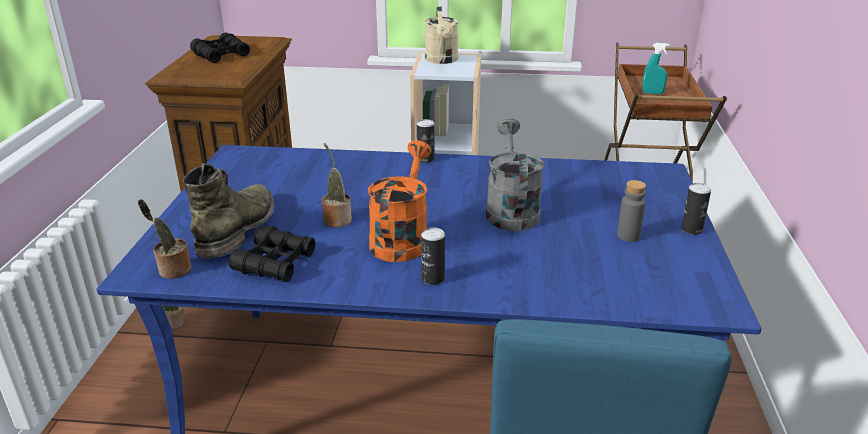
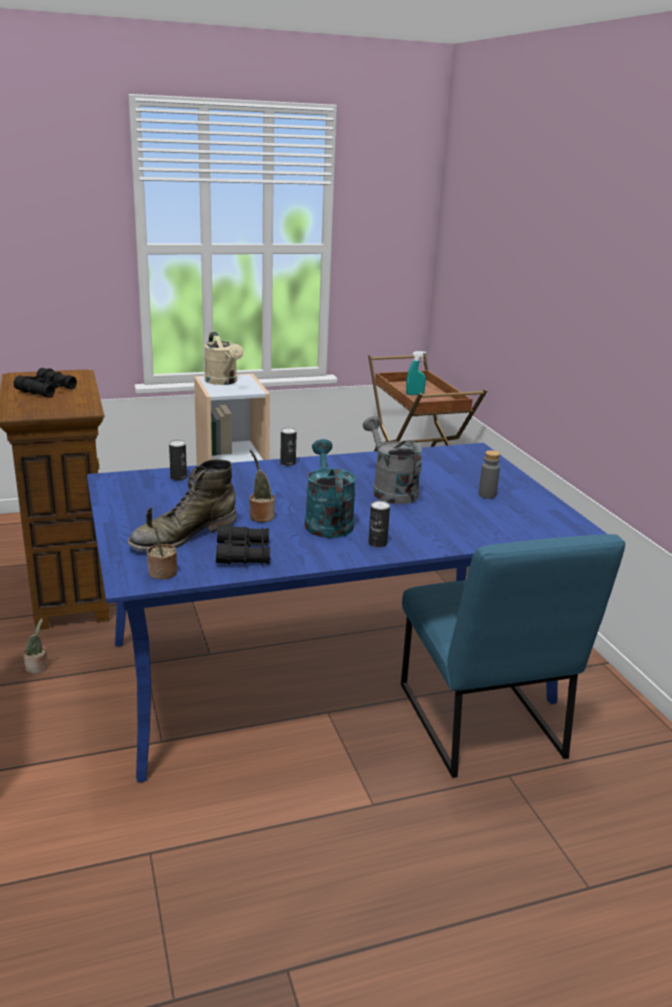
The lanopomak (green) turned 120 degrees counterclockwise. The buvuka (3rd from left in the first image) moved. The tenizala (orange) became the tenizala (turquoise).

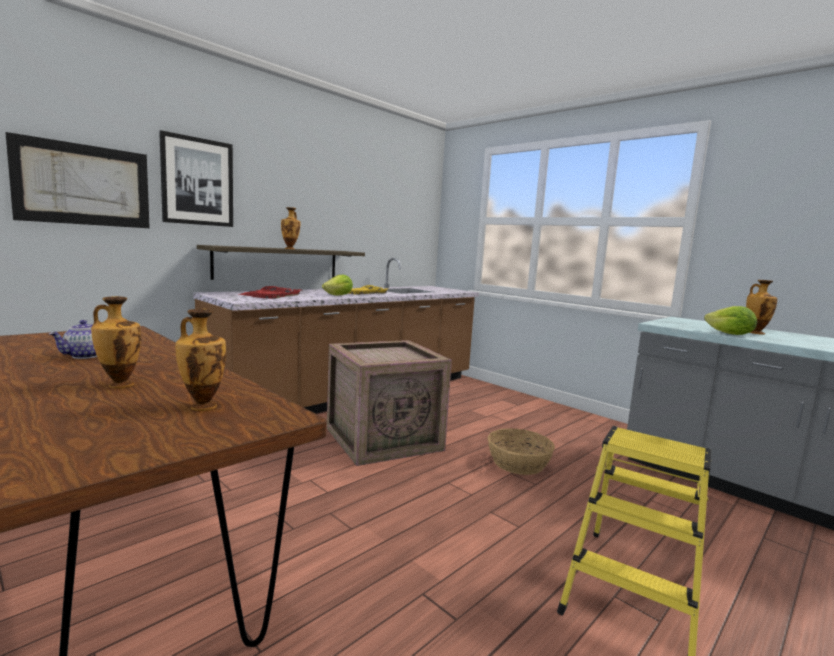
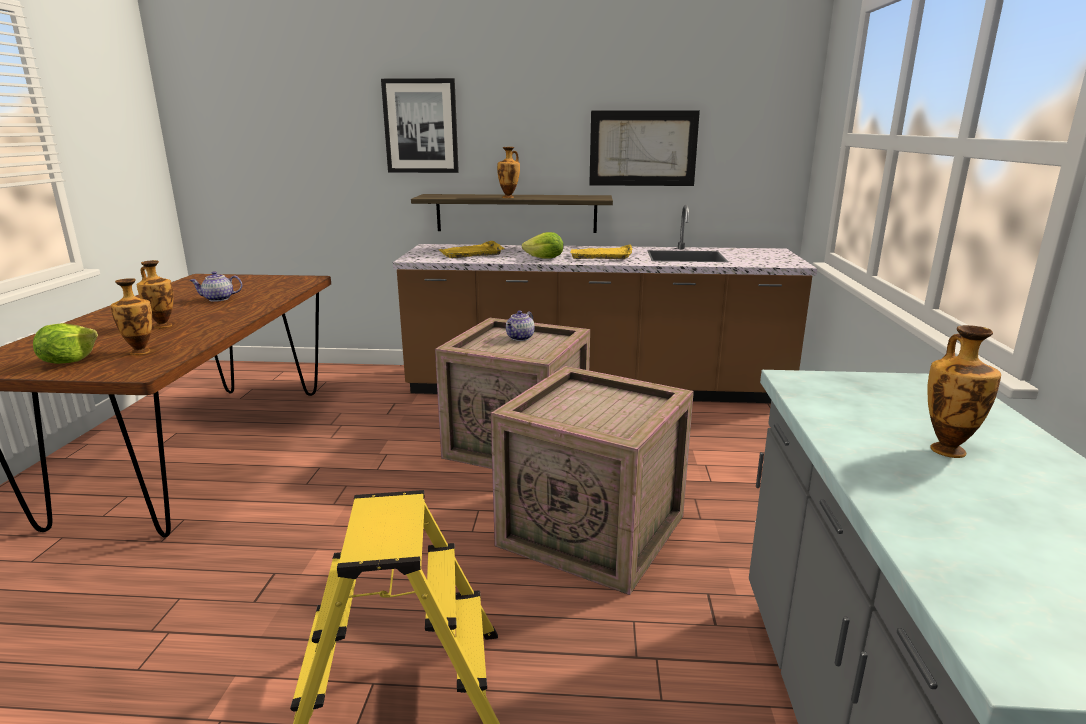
The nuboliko (2nd from left in the first image) moved. The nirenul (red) became the nirenul (yellow) (1st from left). The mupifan was replaced by the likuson (2nd from left). The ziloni (2nd from left) appeared. The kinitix (1st from left in the first image) moved.

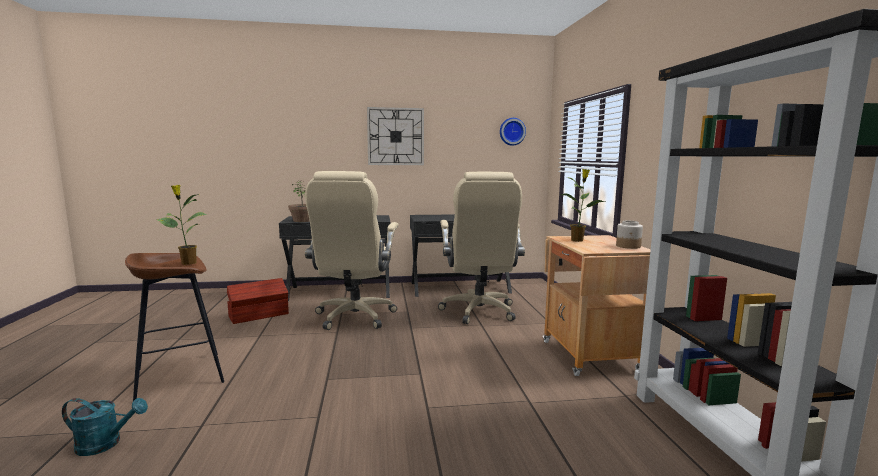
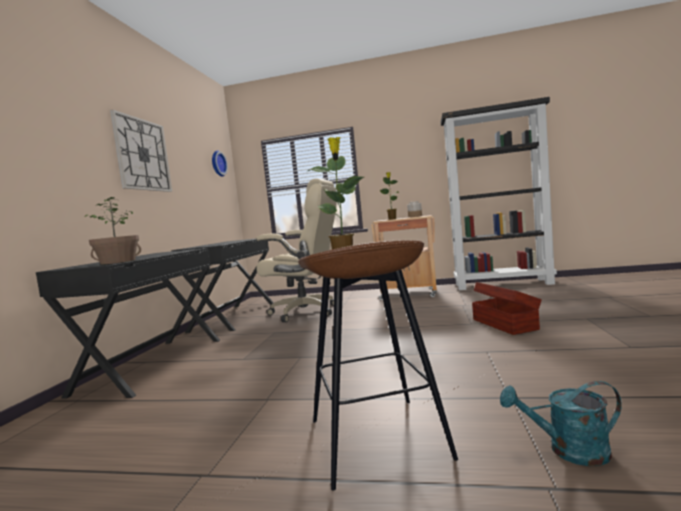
The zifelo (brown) moved. The tenizala (turquoise) turned 105 degrees counterclockwise. The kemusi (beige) (1st from left) disappeared.

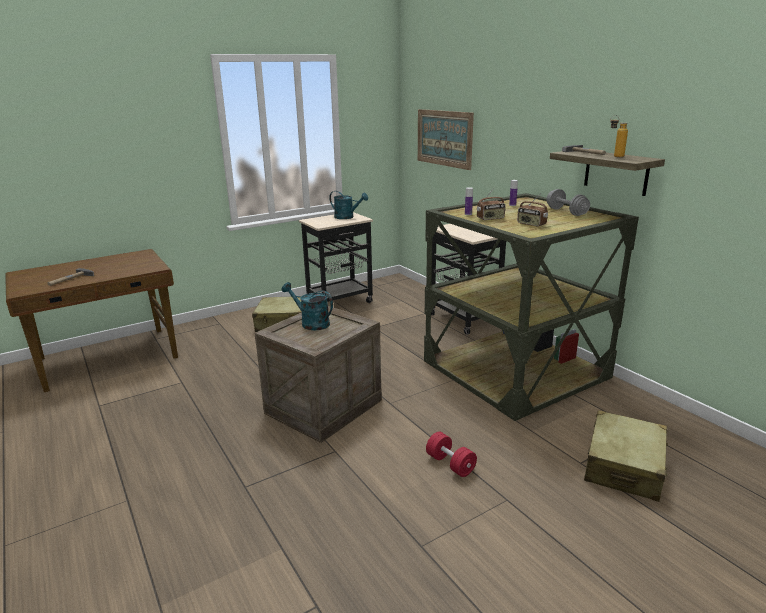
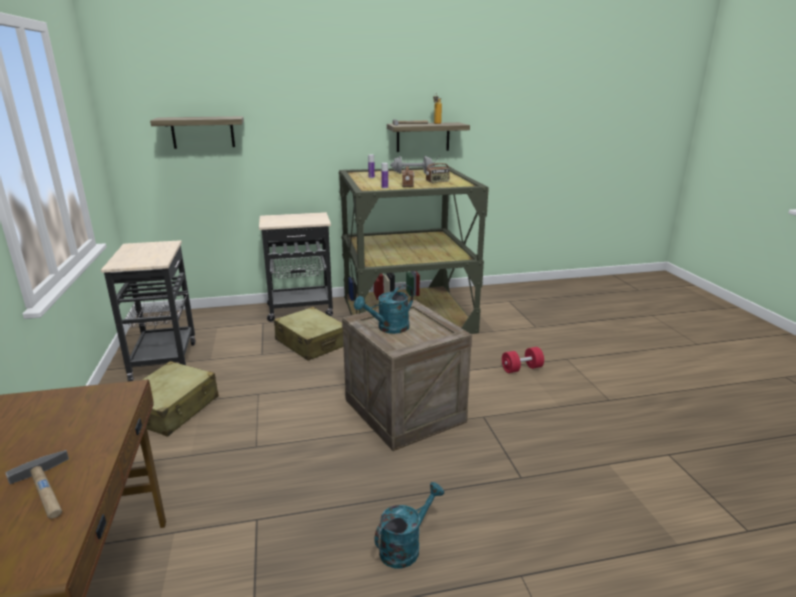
The kinitix was replaced by the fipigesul (1st from left). The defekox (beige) (2nd from left) moved. The tenizala (turquoise) (2nd from left) moved.

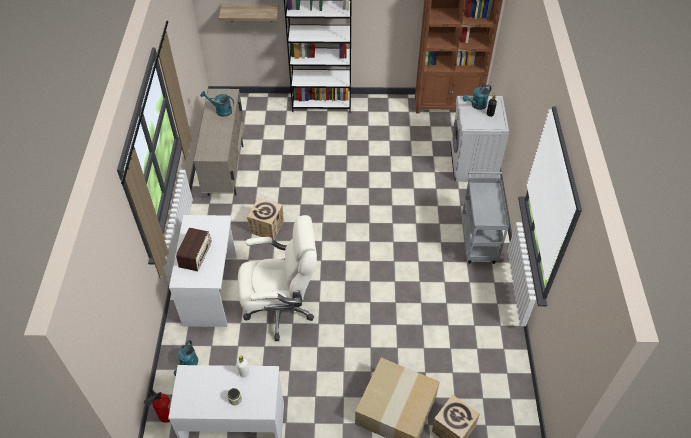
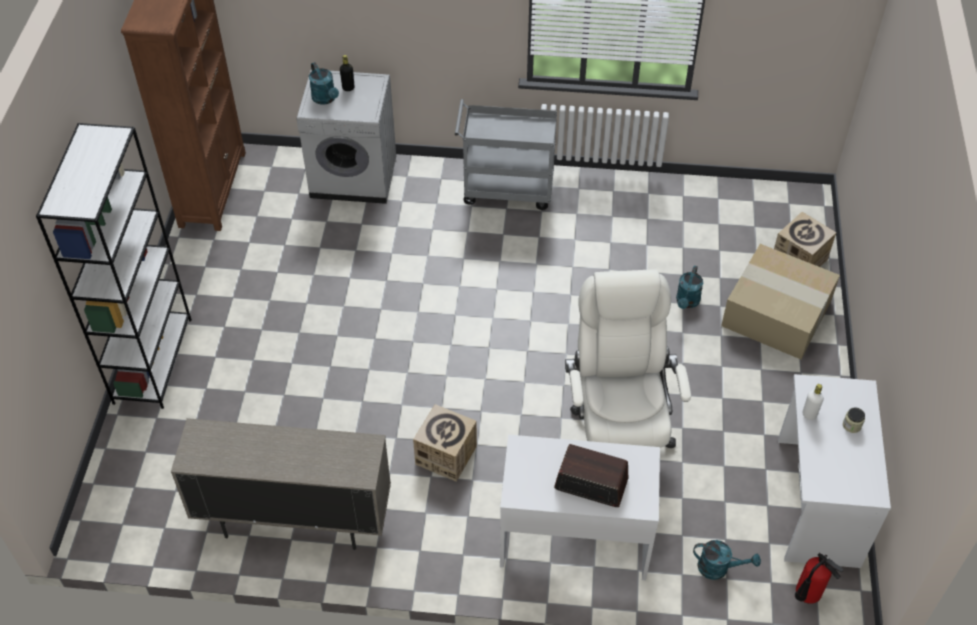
The tenizala (turquoise) (2nd from left) moved. The fipigesul disappeared.

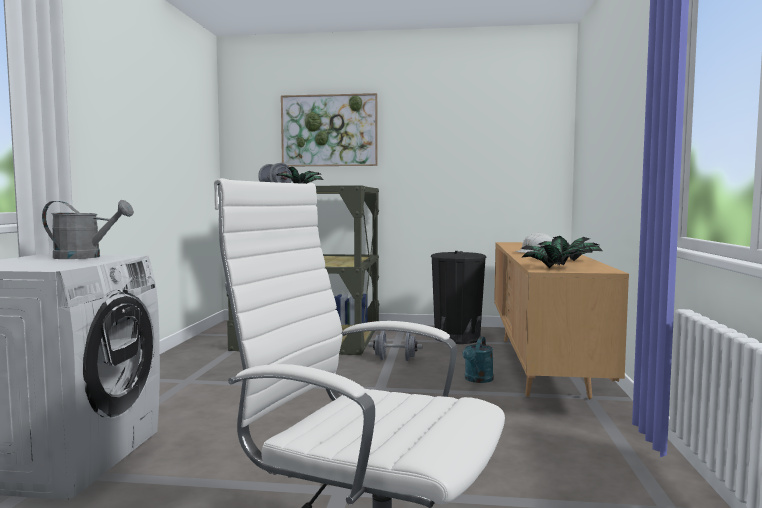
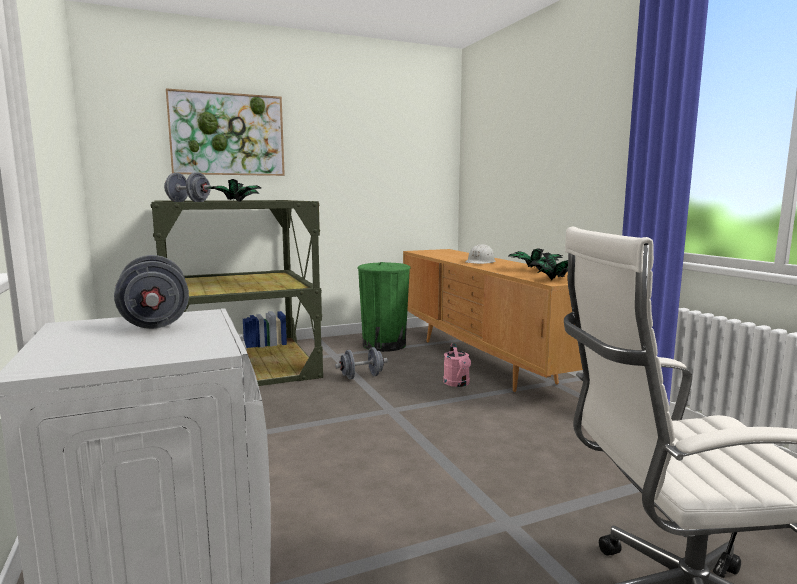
The tenizala (grey) was replaced by the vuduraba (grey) (1st from left). The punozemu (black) became the punozemu (green). The tenizala (turquoise) became the tenizala (pink).

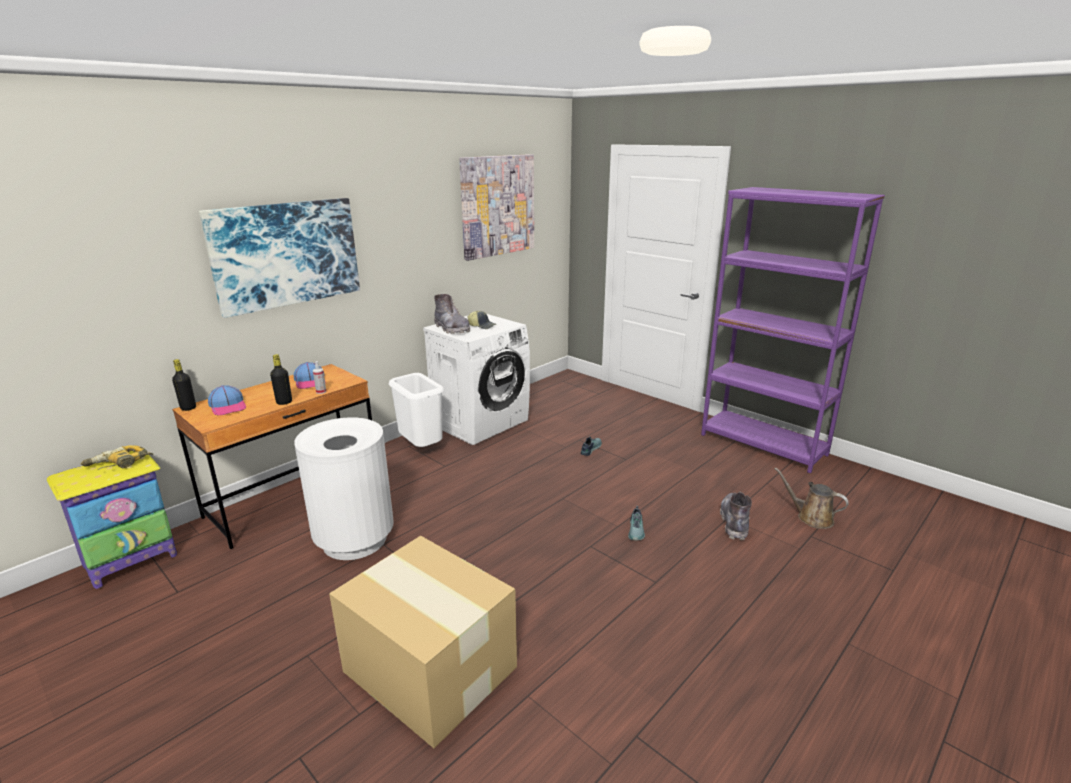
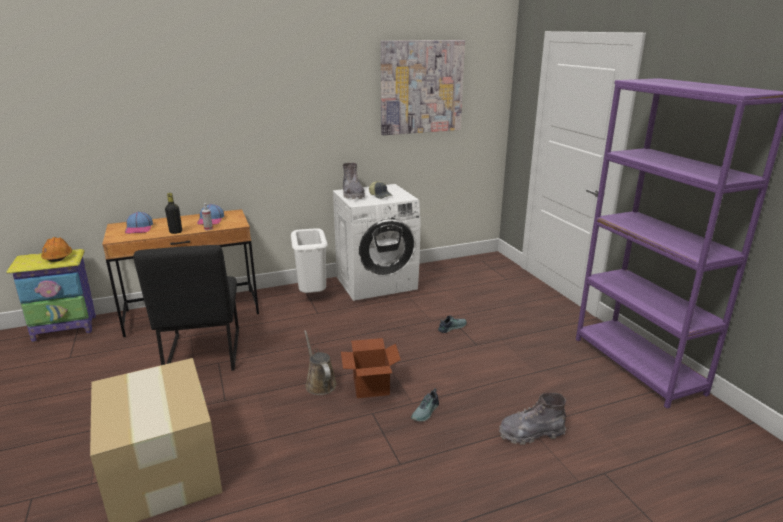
The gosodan was replaced by the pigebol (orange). The punozemu (white) (1st from left) was replaced by the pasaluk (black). The tenizala (brown) moved. The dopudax (2nd from left) appeared. The lanopomak (grey) (2nd from left) turned 135 degrees counterclockwise. The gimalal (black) (1st from left) disappeared. The kinitix (1st from left) disappeared.

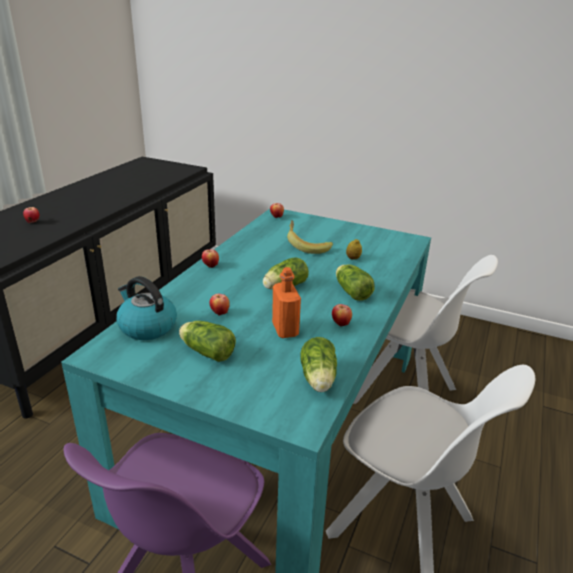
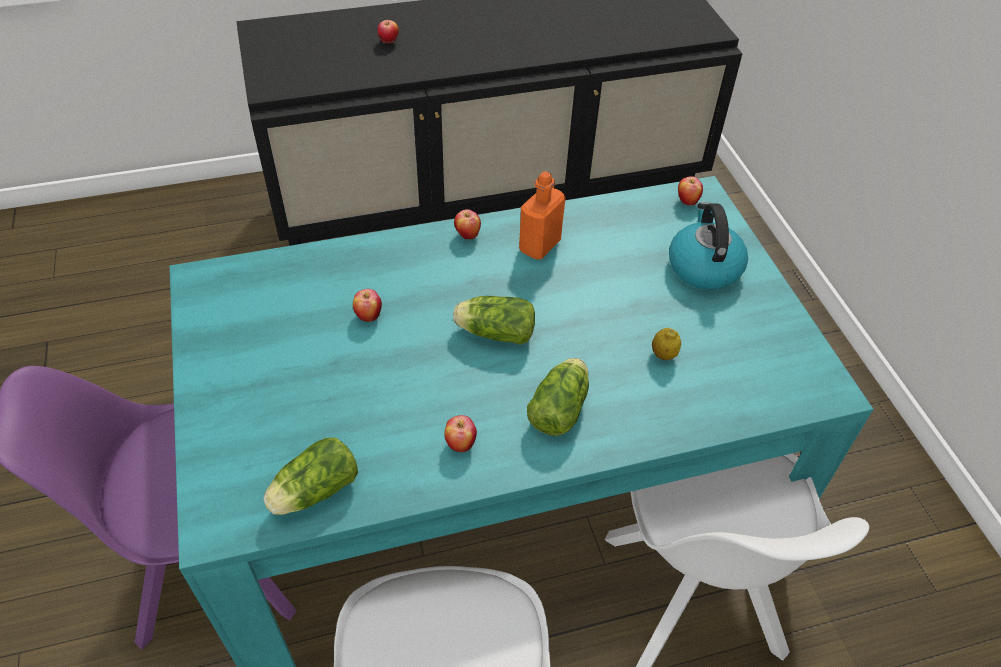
The gimalal (orange) moved. The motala moved. The nuboliko (1st from left) disappeared. The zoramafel disappeared.

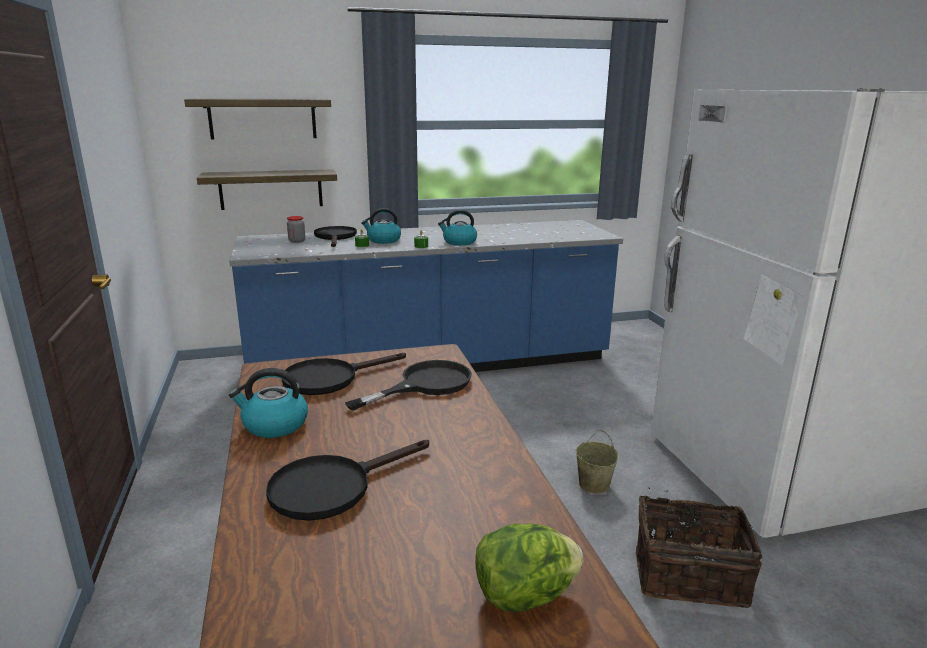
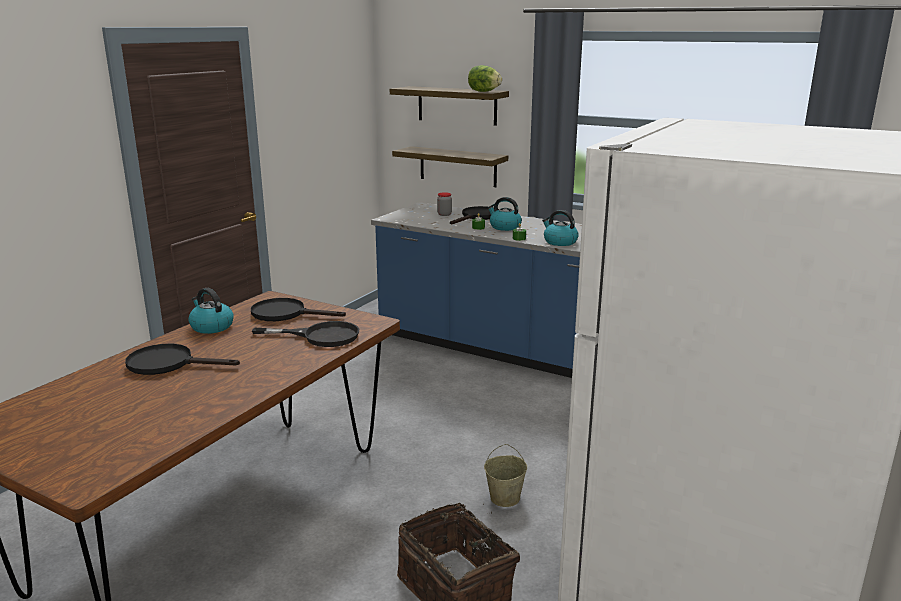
The nuboliko moved.

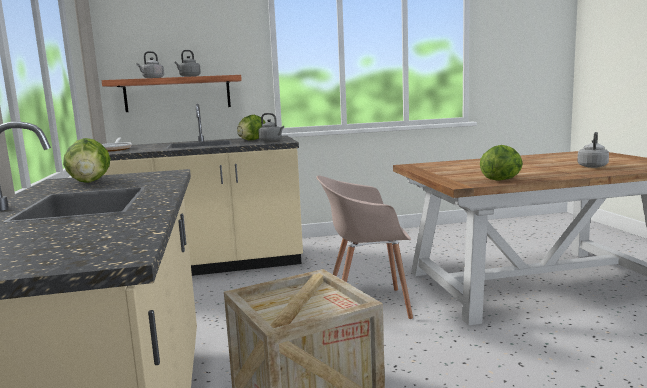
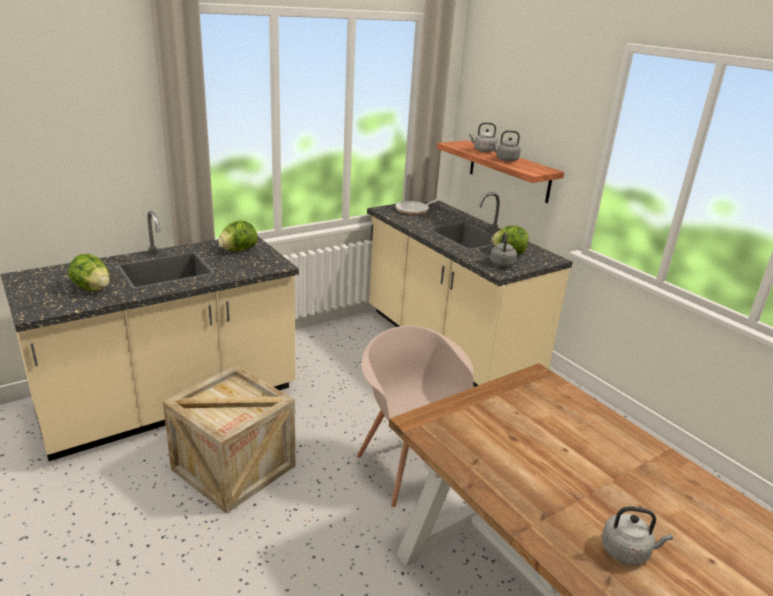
The nuboliko (3rd from left in the first image) moved.

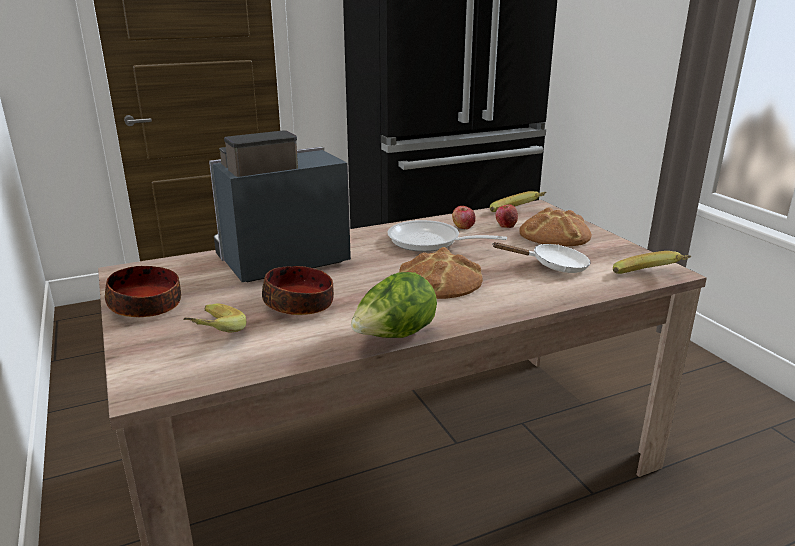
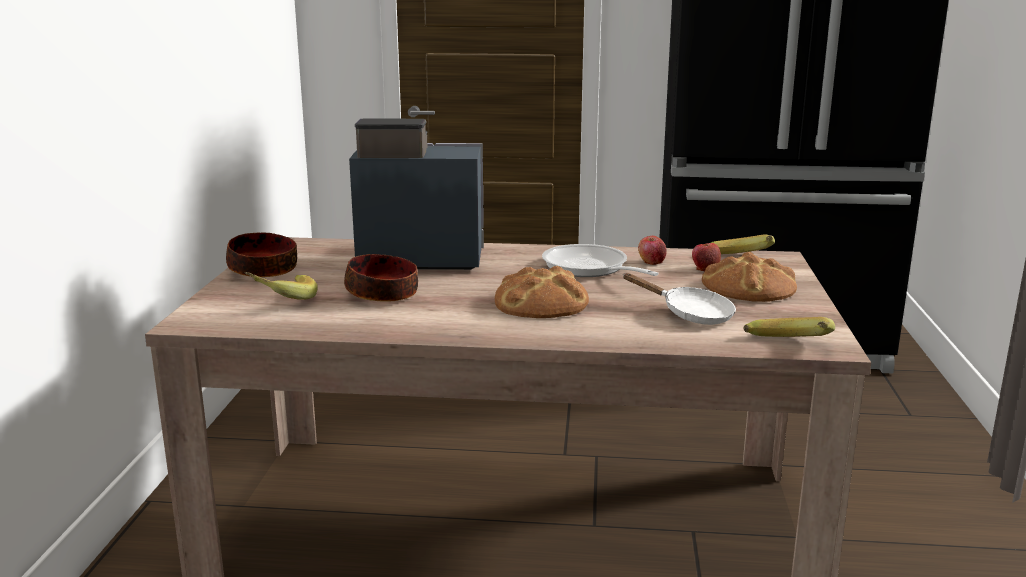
The nuboliko disappeared.

